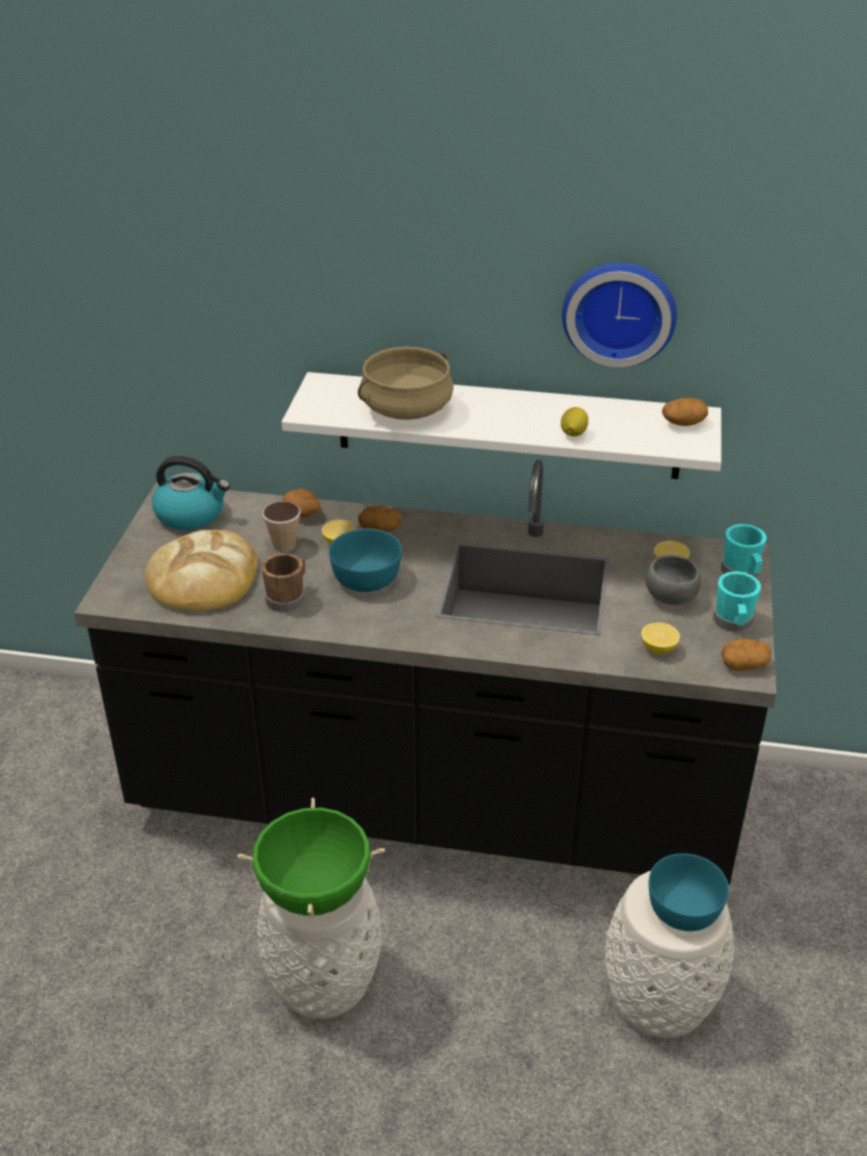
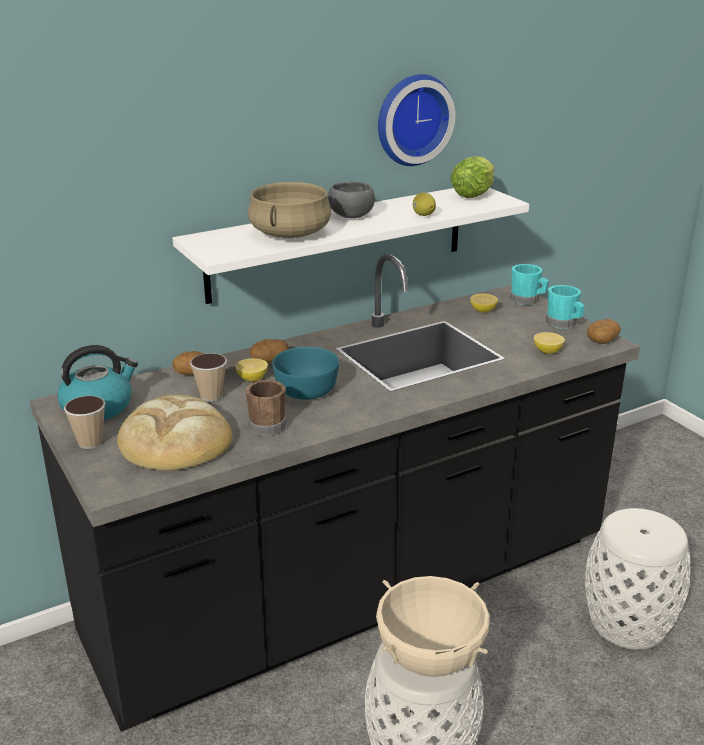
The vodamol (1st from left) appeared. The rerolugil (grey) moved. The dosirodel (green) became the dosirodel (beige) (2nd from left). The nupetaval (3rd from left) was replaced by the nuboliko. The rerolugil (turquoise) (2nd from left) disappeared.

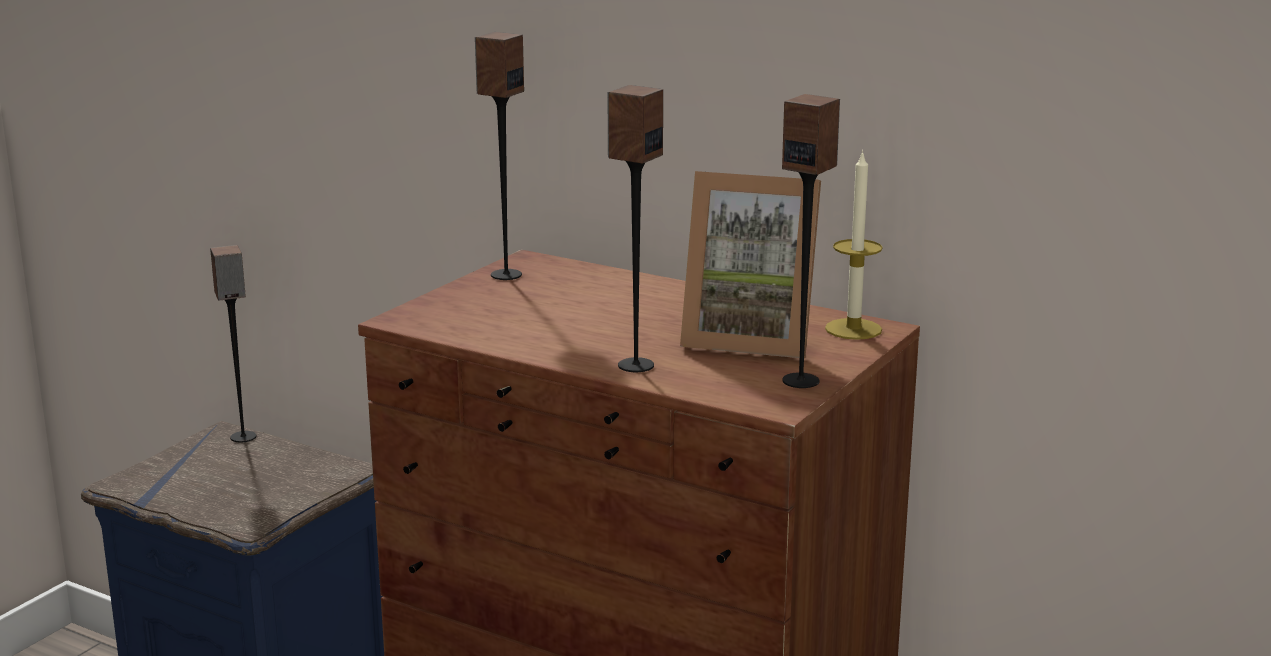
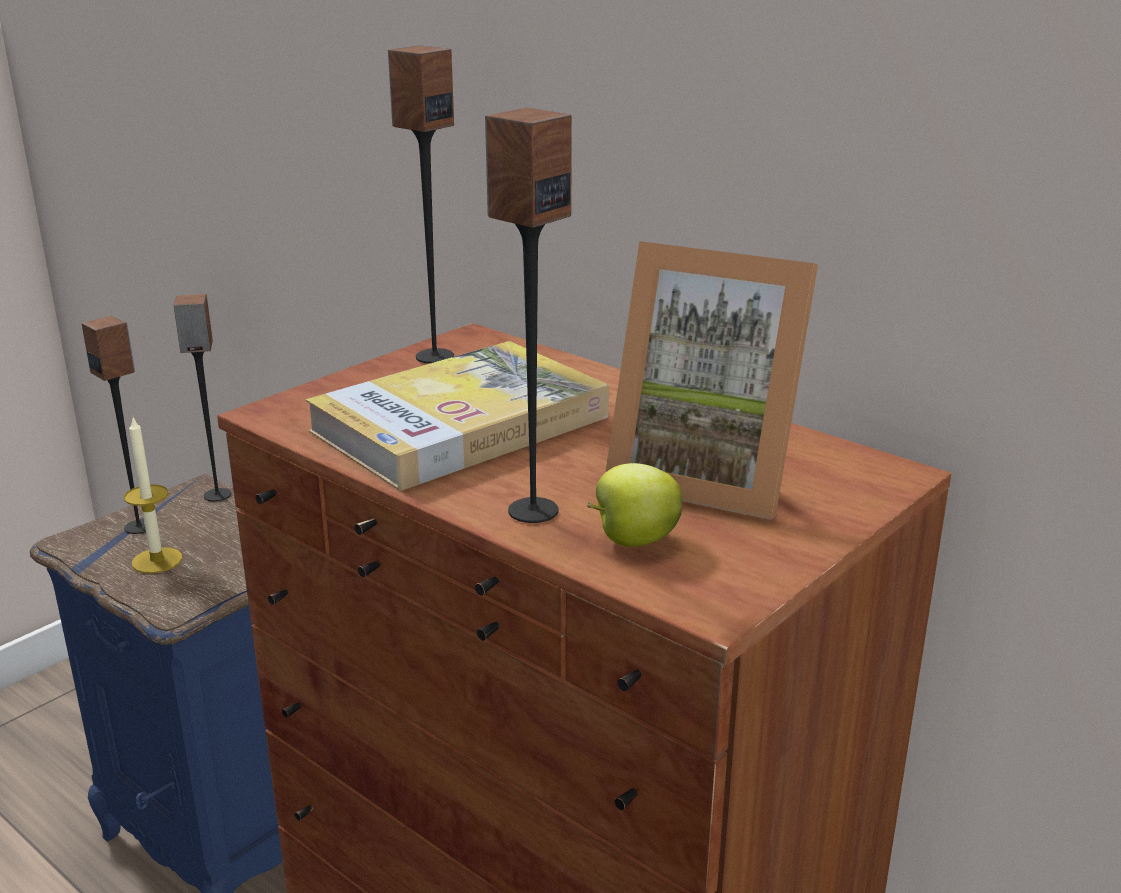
The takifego (4th from left in the first image) moved. The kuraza moved. The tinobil appeared. The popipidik appeared.

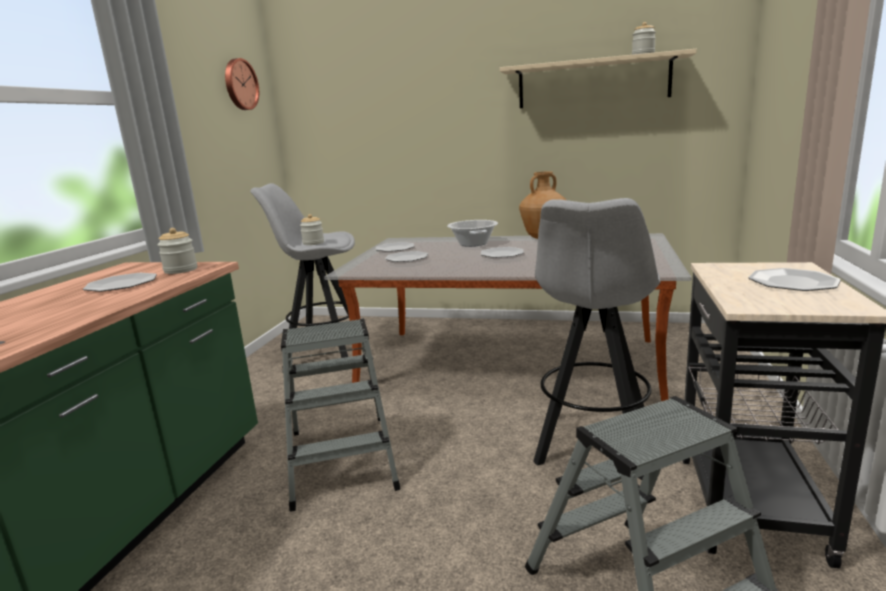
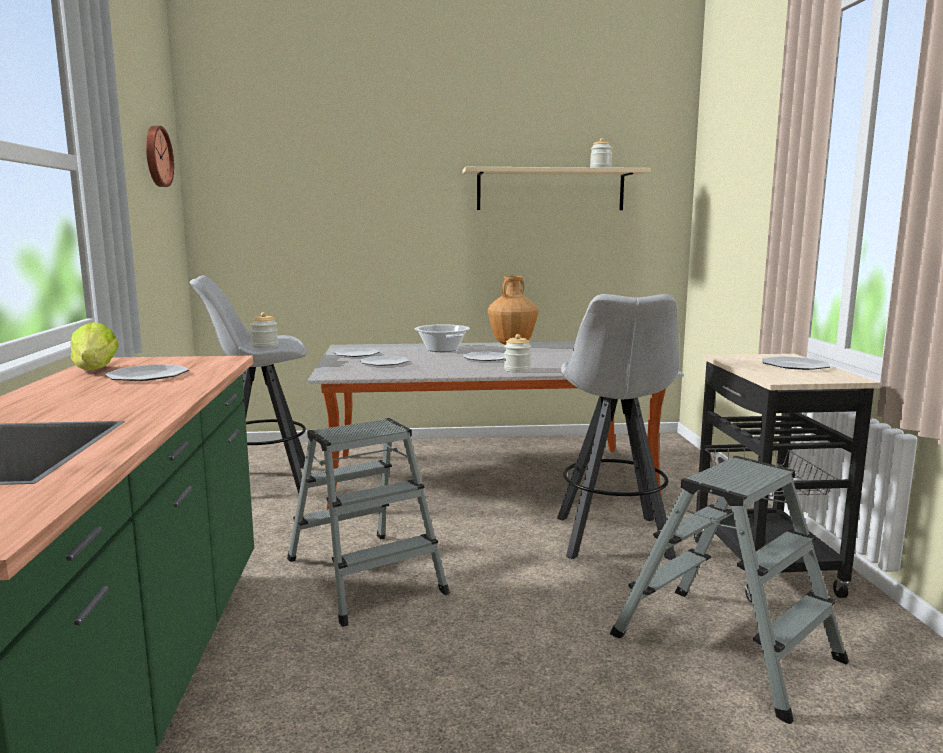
The nuboliko appeared. The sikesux (1st from left in the first image) moved.

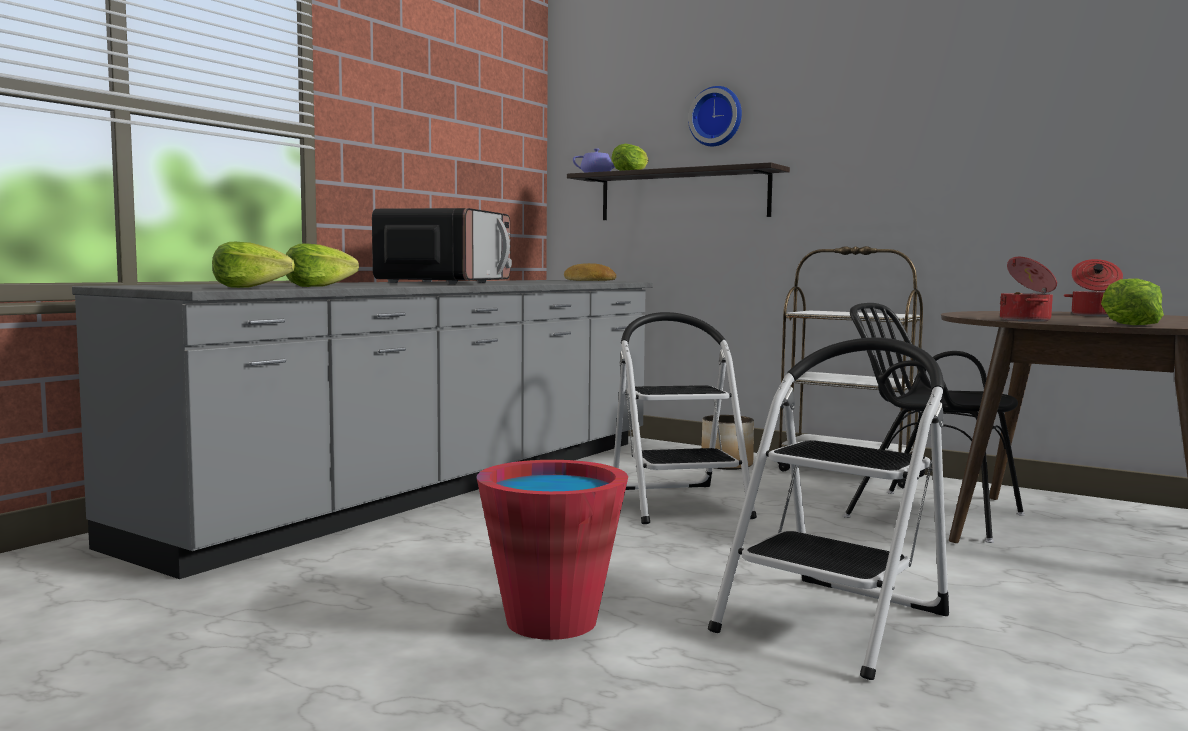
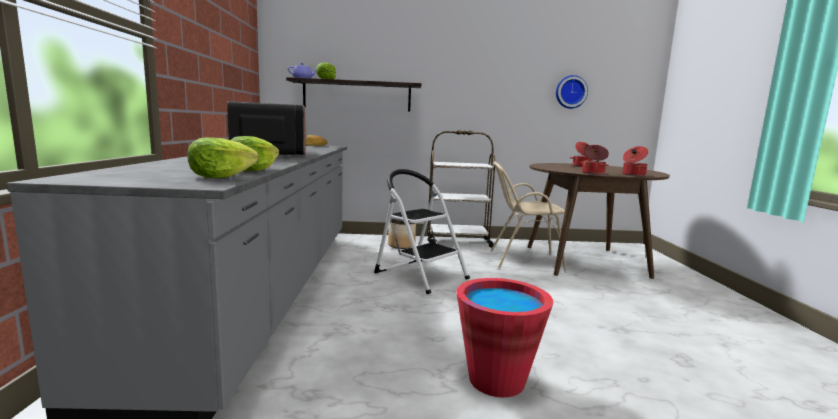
The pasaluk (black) became the pasaluk (beige). The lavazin moved. The nuboliko (4th from left) was replaced by the dosirodel (3rd from left). The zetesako (2nd from left) disappeared.

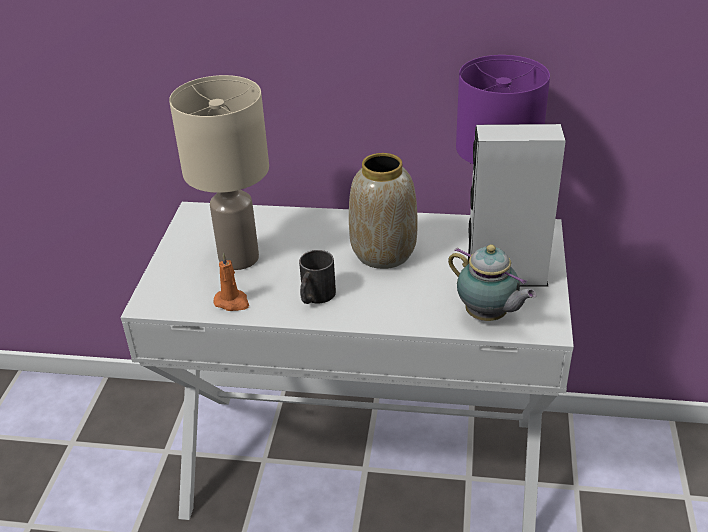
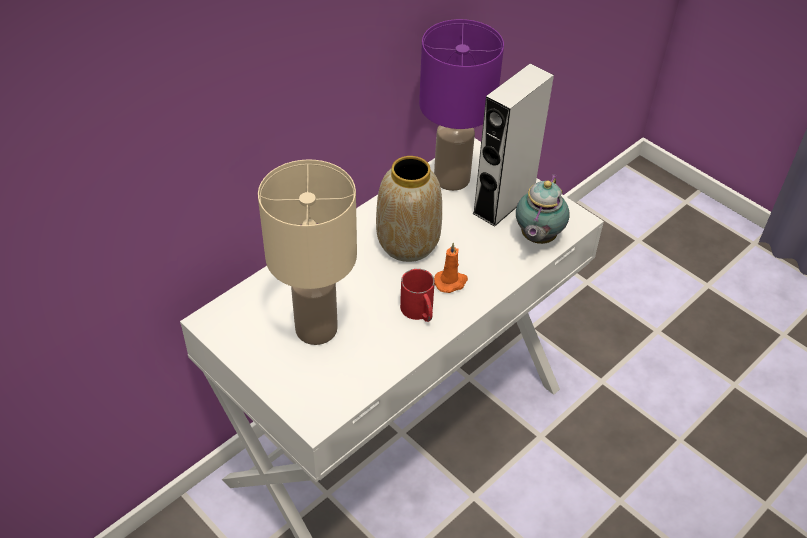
The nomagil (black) became the nomagil (red). The kuraza (orange) moved. The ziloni turned 120 degrees clockwise.

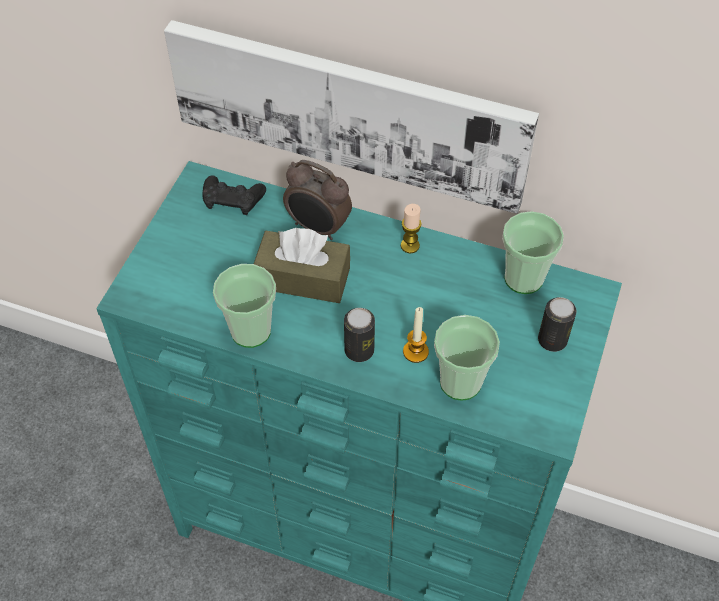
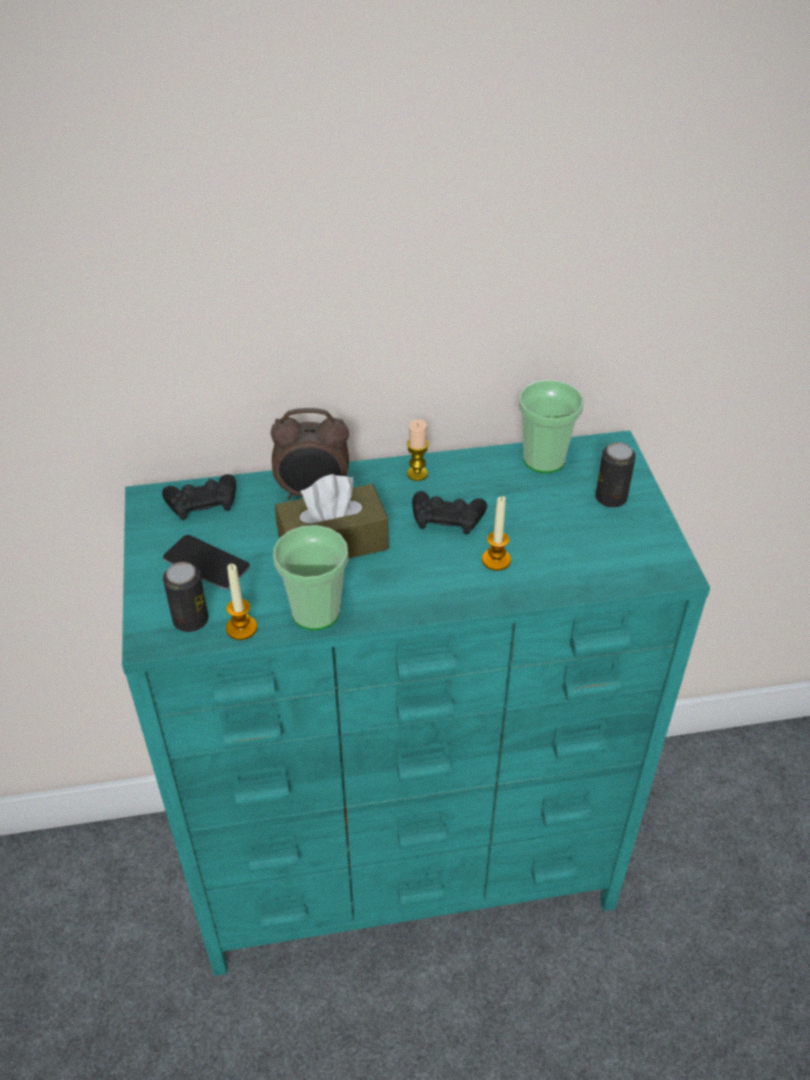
The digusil appeared. The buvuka (1st from left) moved. The kuraza (1st from left) appeared. The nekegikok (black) (2nd from left) appeared. The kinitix disappeared. The vodamol (2nd from left) disappeared.

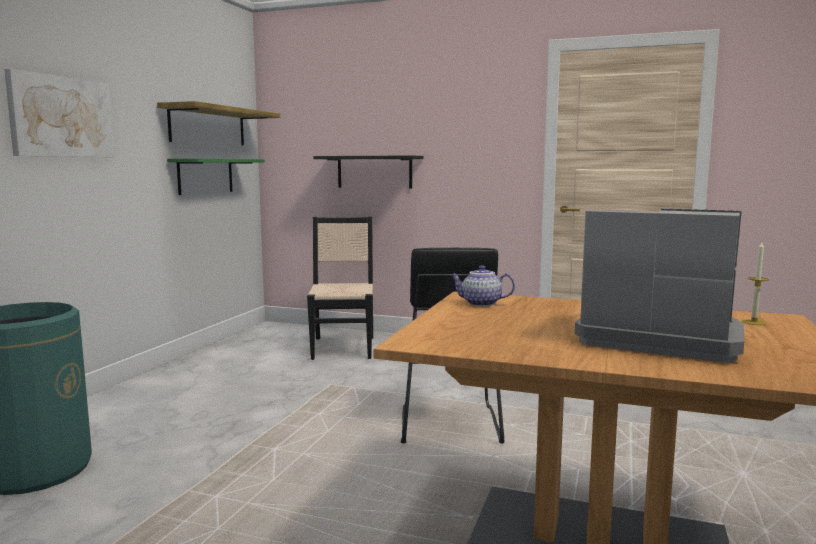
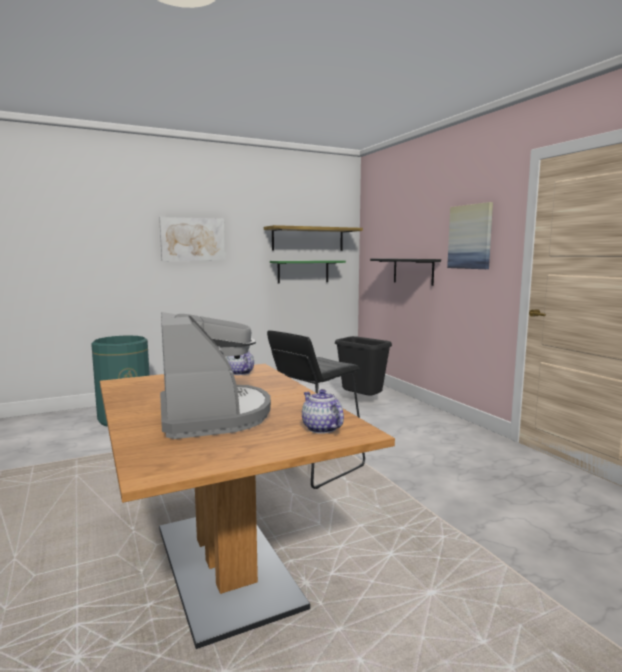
The kuraza was replaced by the ziloni (2nd from left). The pasaluk was replaced by the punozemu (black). The kinitix (2nd from left) appeared.

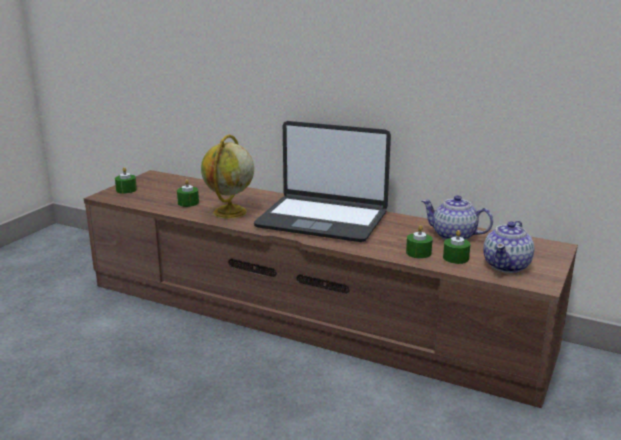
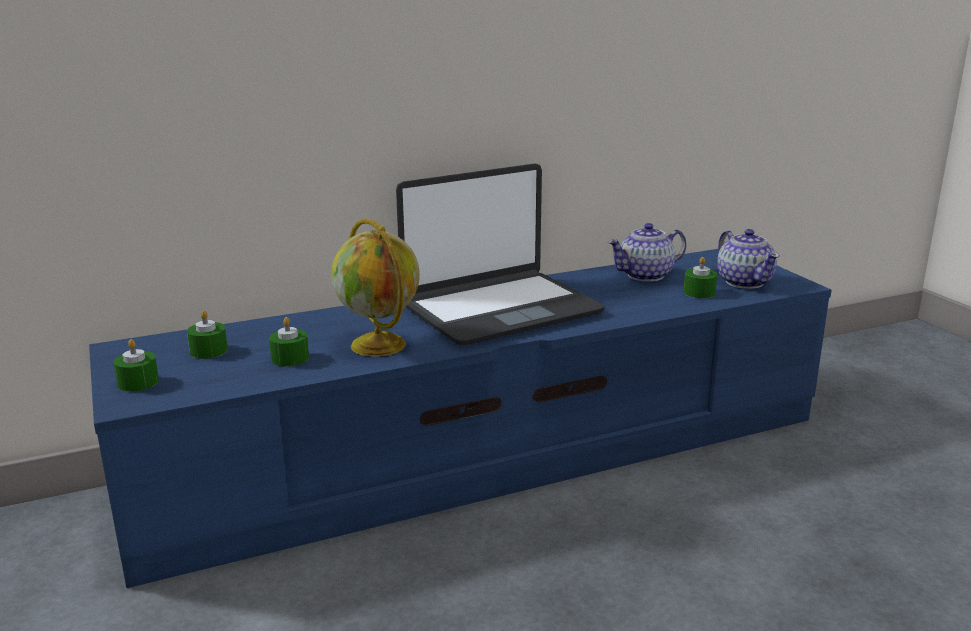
The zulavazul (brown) became the zulavazul (blue). The kuraza (green) (3rd from left in the first image) moved.

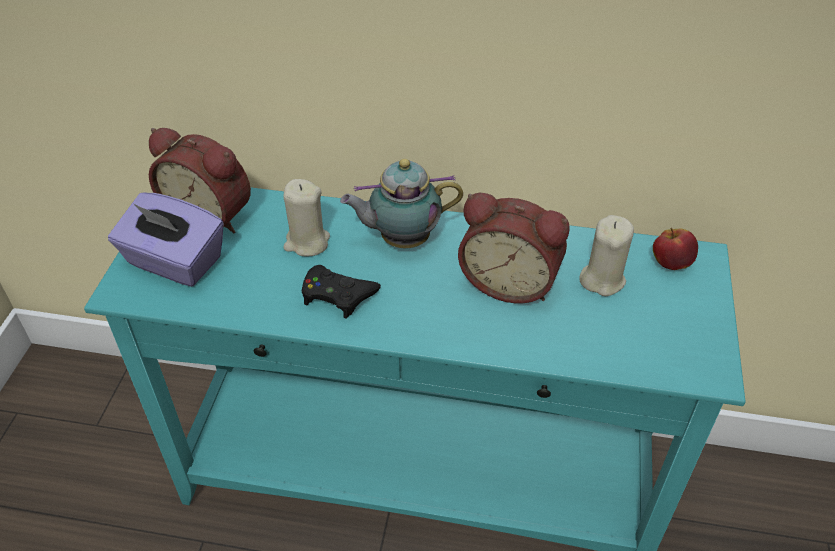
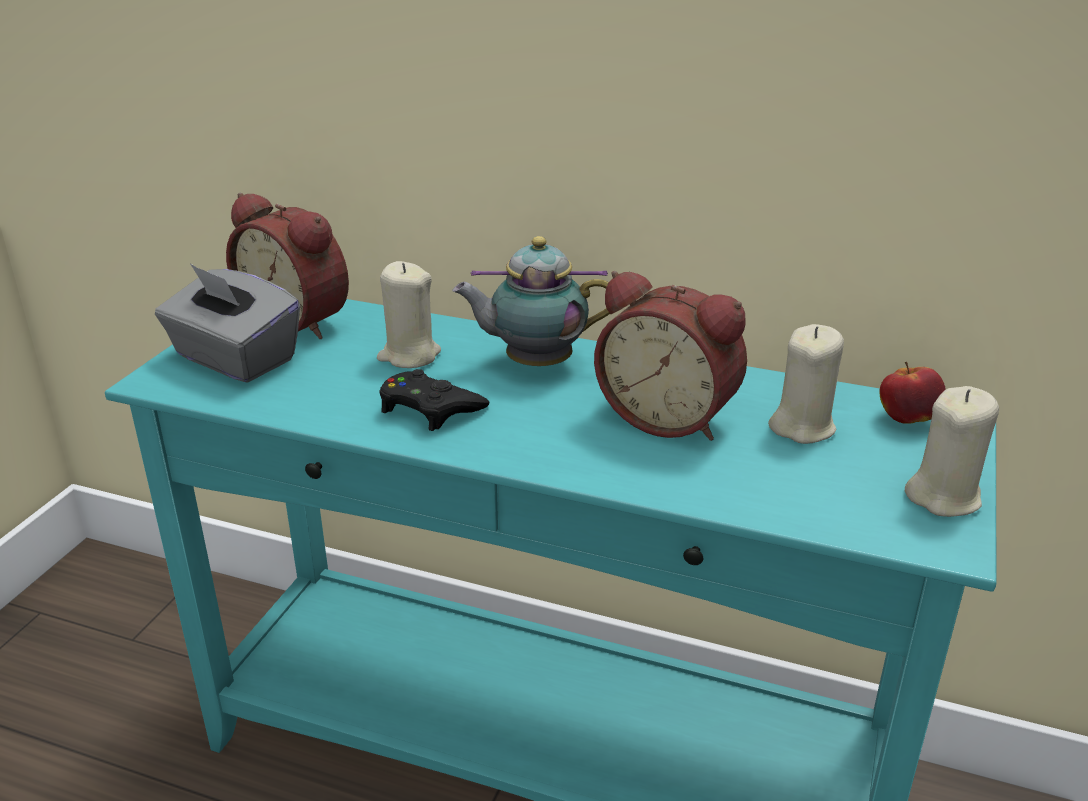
The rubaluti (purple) became the rubaluti (grey). The kuraza (beige) (3rd from left) appeared.

